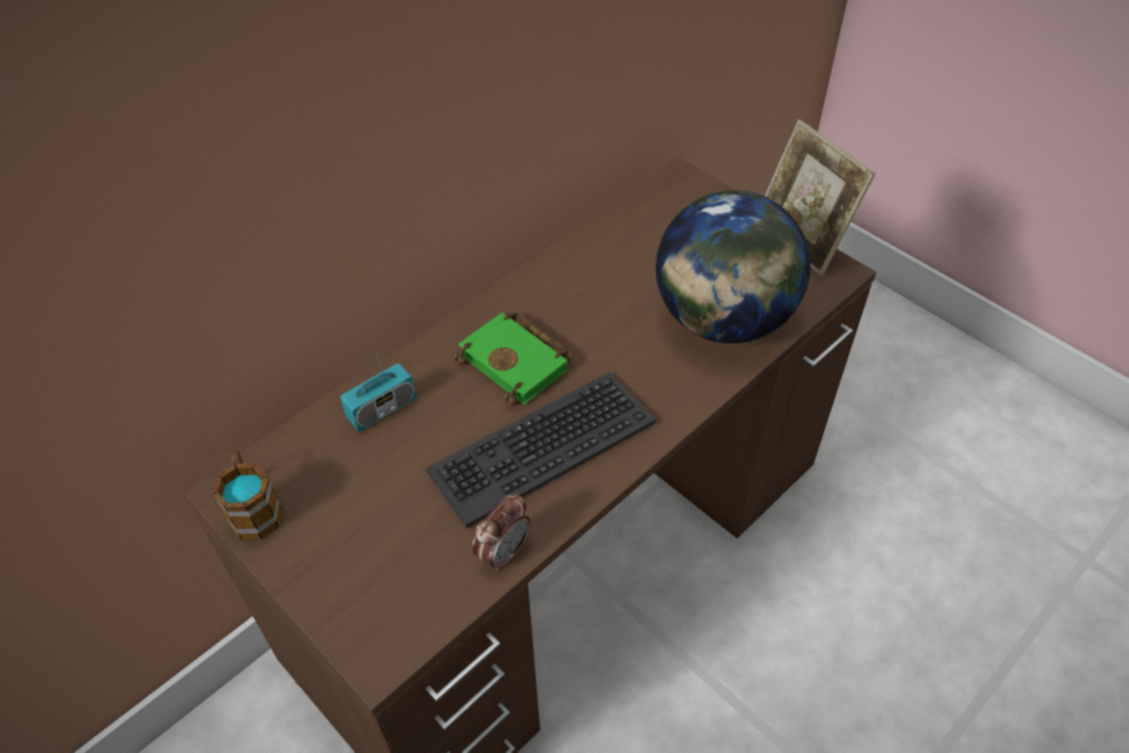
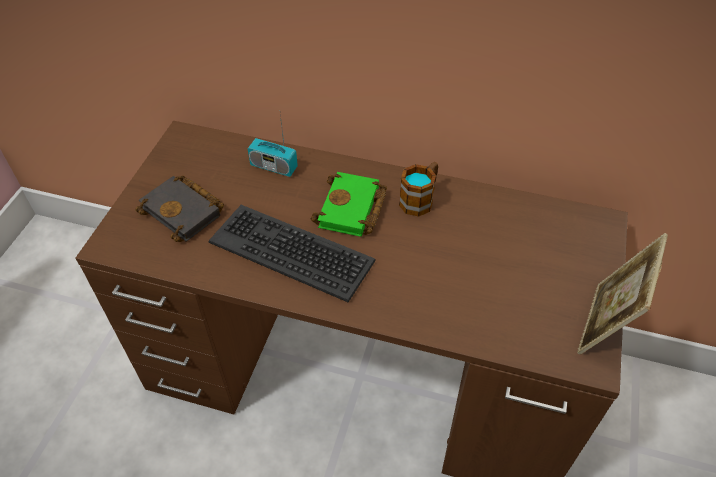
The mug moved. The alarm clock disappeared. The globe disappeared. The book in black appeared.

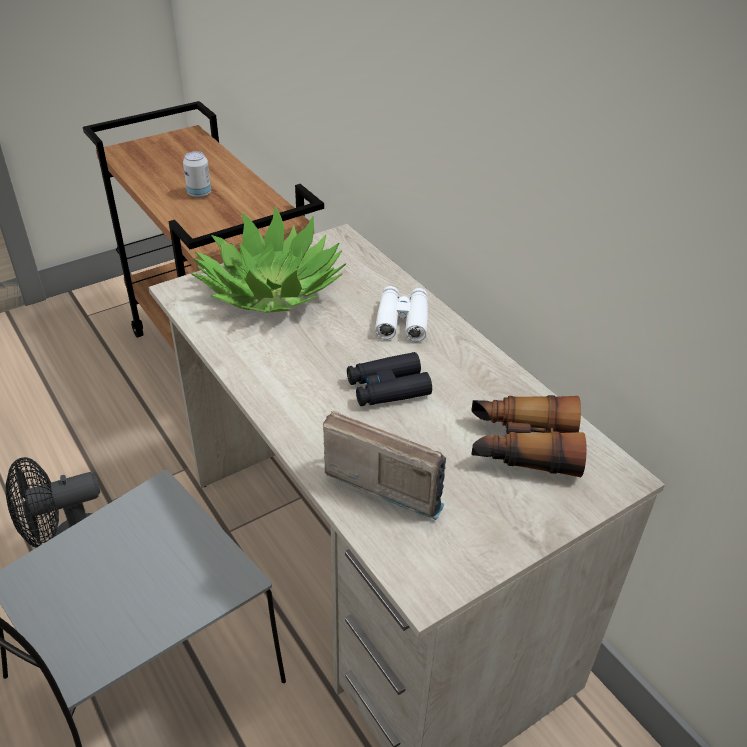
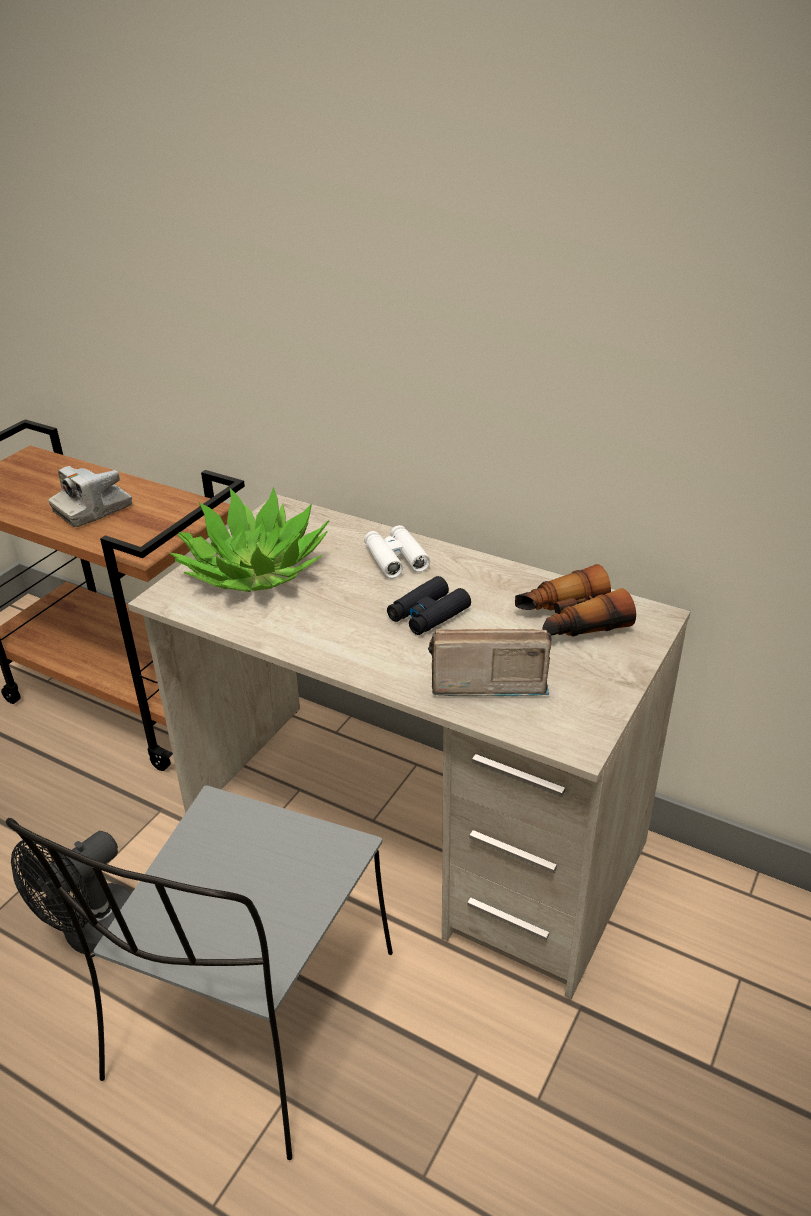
The can was replaced by the photo camera.

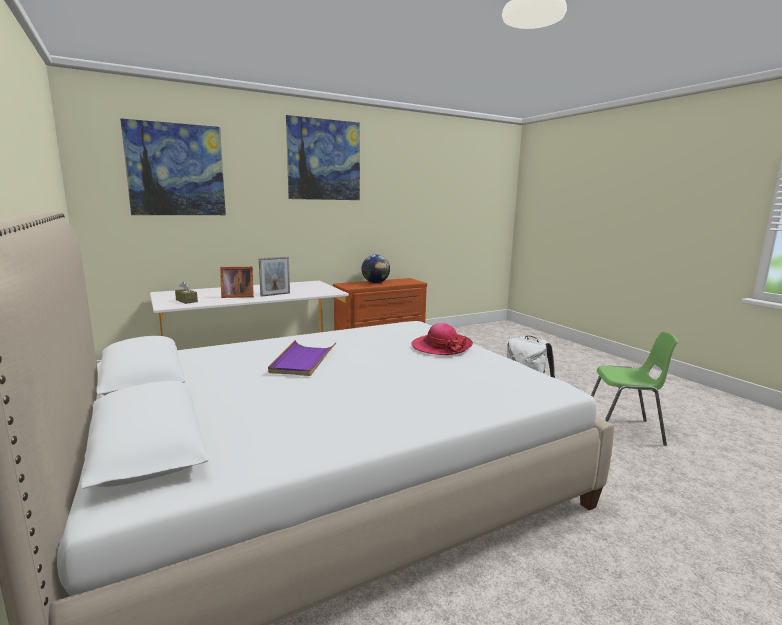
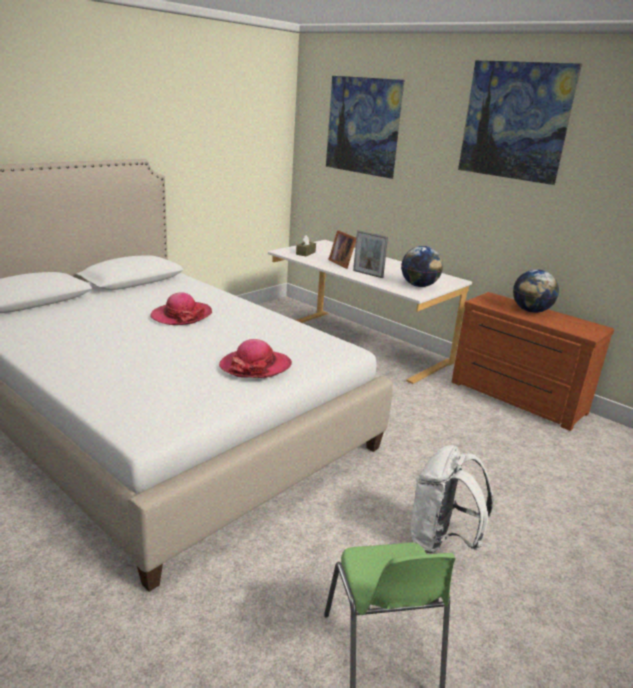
The tray in purple was replaced by the hat (no. 1 from left). The globe (no. 1 from left) appeared.

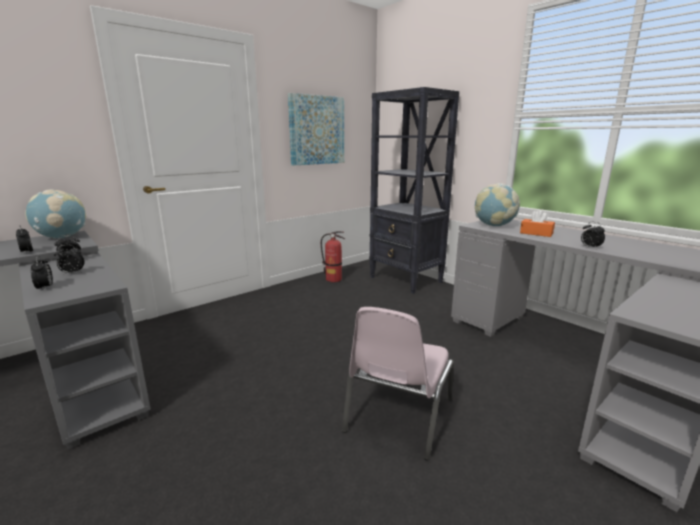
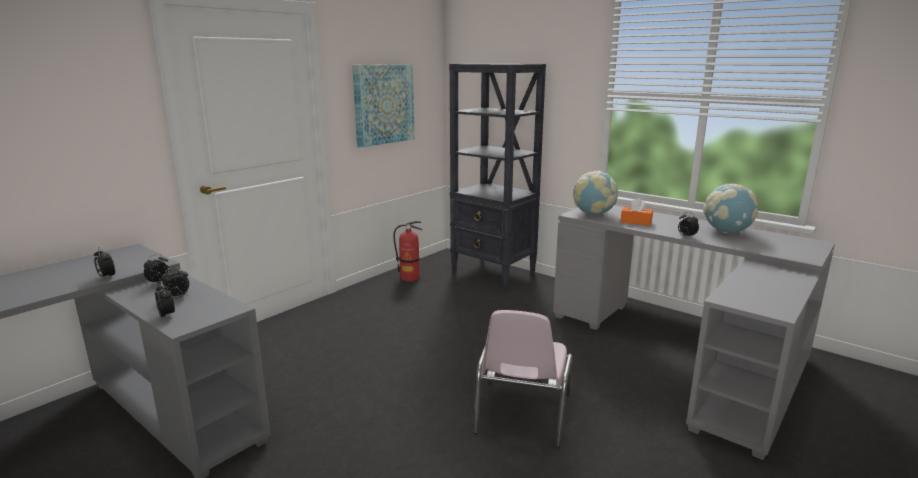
The globe (no. 1 from left in the first image) moved.

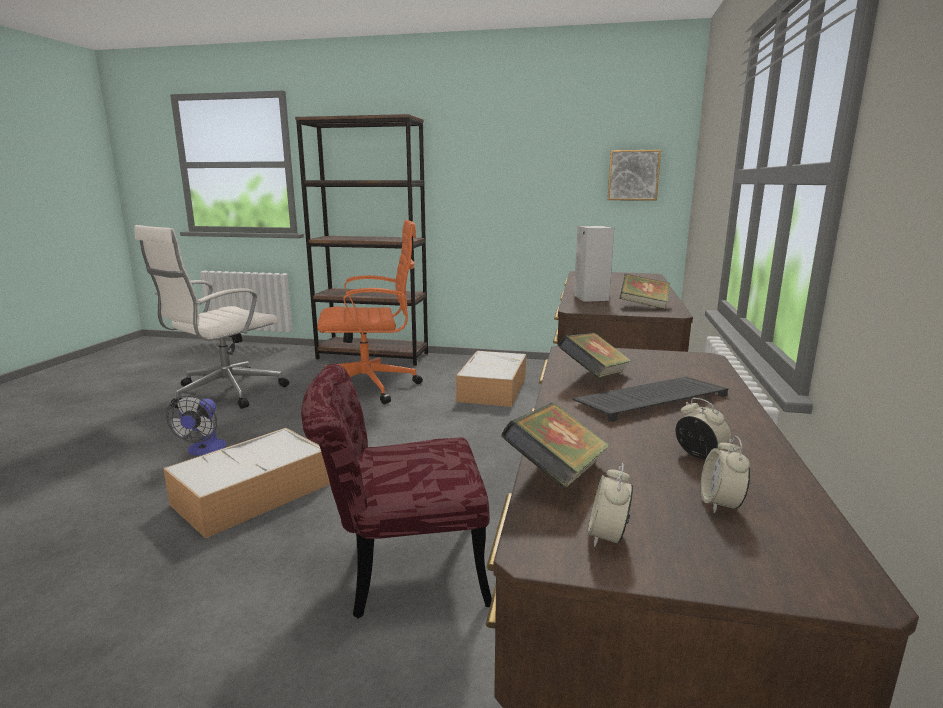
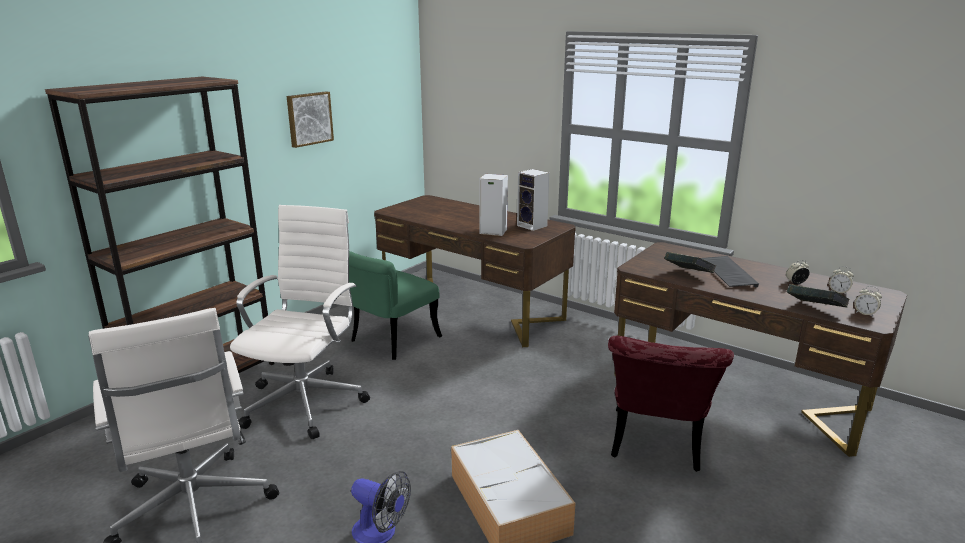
The office chair in orange became the office chair in white (no. 2 from left). The storage box (no. 2 from left) was replaced by the chair in green. The picture moved. The book (no. 3 from left) was replaced by the speaker (no. 2 from left).

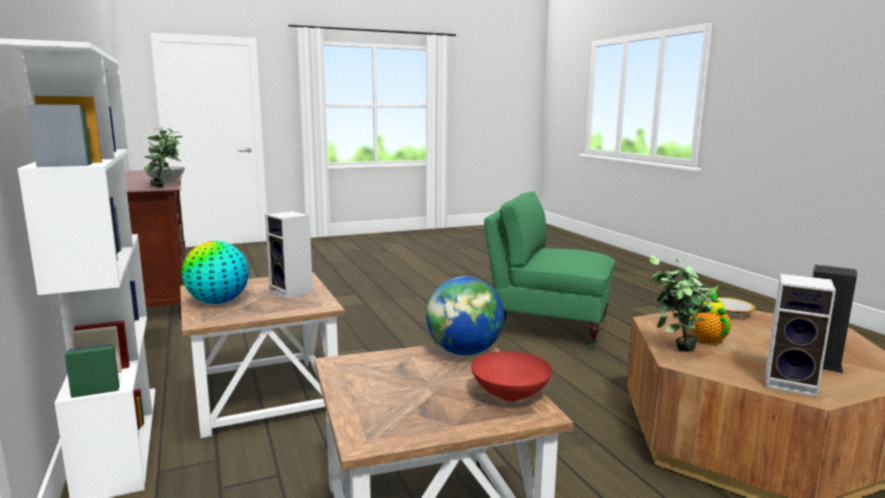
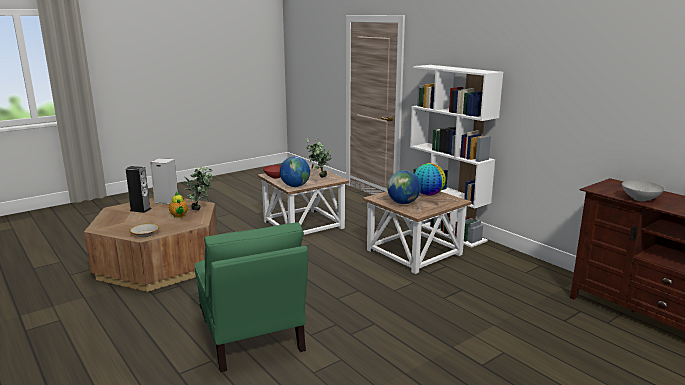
The potted plant (no. 1 from left in the first image) moved. The speaker (no. 1 from left) was replaced by the globe (no. 2 from left). The armchair in green turned 60 degrees clockwise.

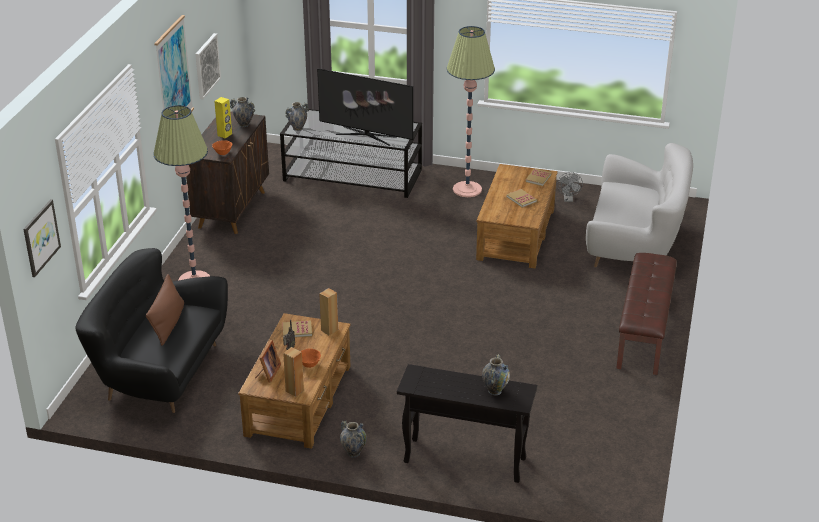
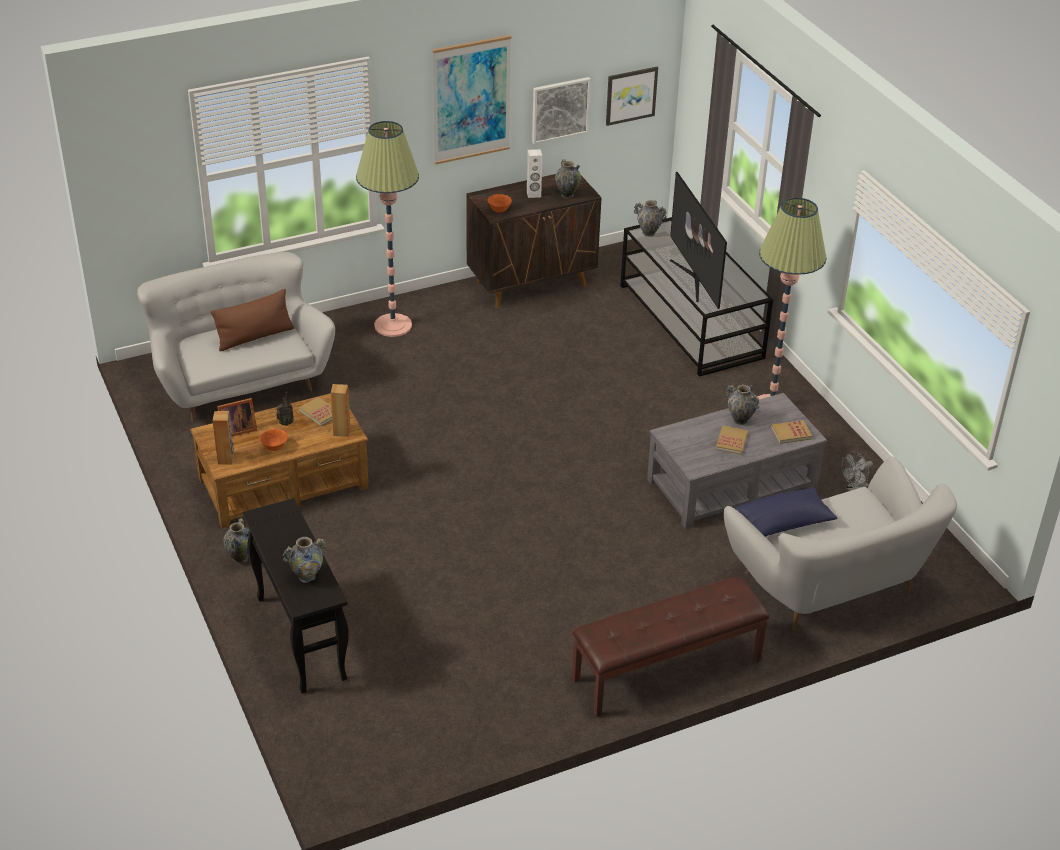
The picture (no. 1 from left in the first image) moved. The sofa in black became the sofa in white (no. 1 from left). The speaker in yellow became the speaker in white. The coffee table in brown (no. 2 from left) became the coffee table in grey. The vase (no. 5 from left) appeared. The pillow in blue appeared.

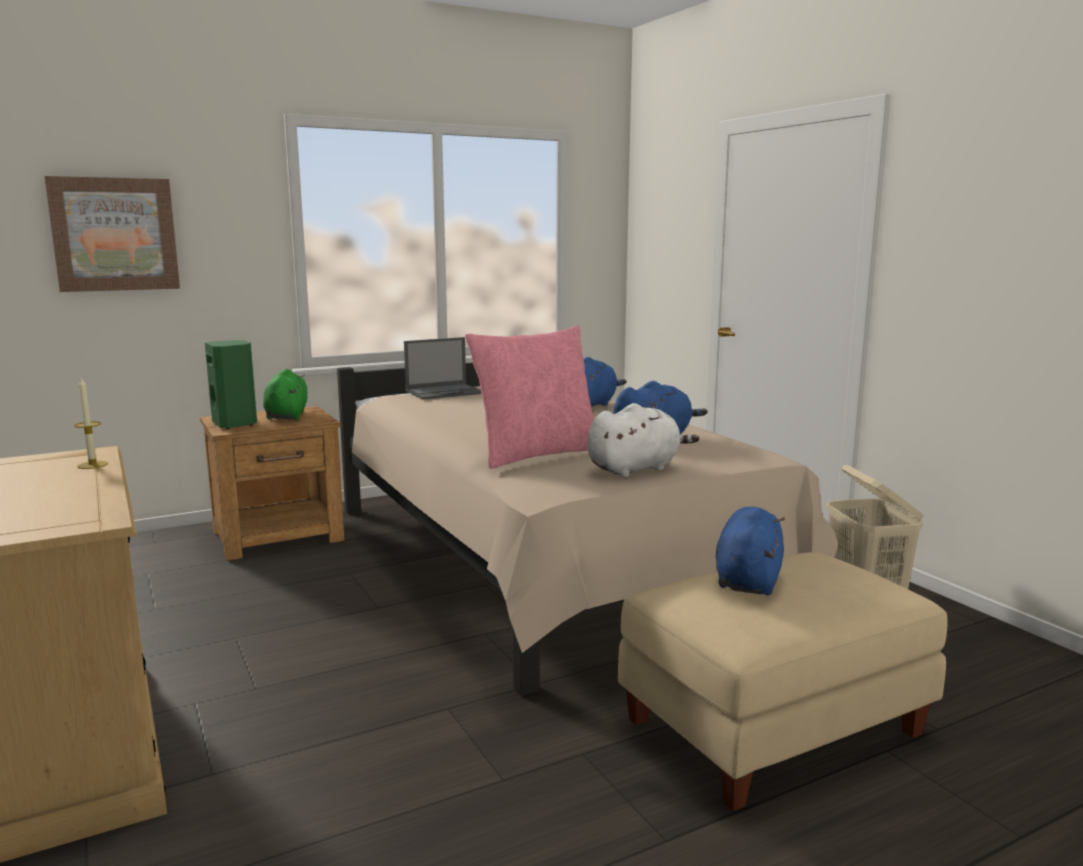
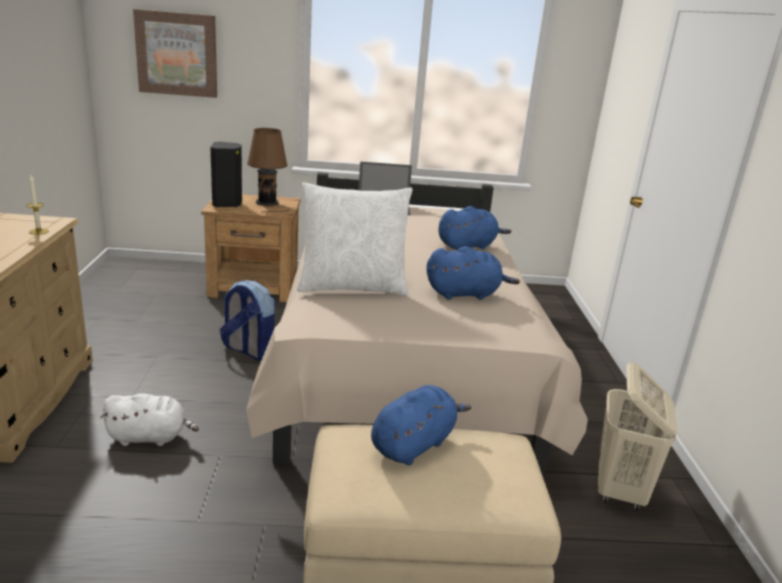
The speaker in green became the speaker in black. The plush toy in green was replaced by the table lamp in brown. The pillow in pink became the pillow in white. The plush toy in white moved. The backpack appeared.

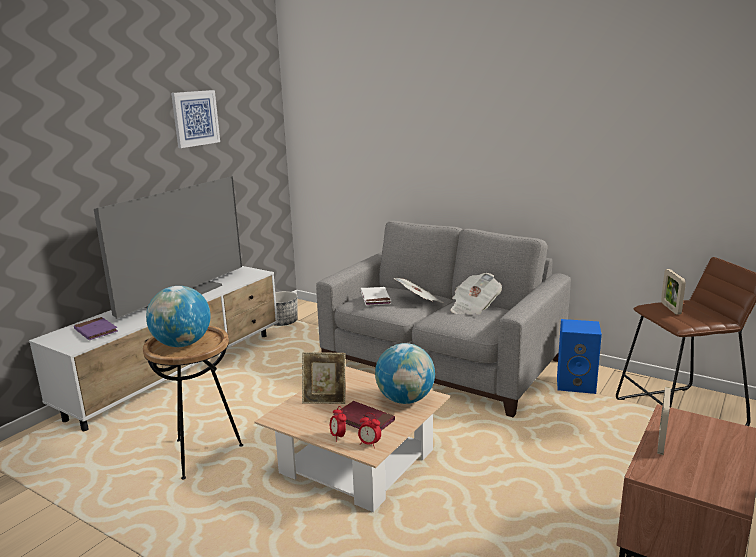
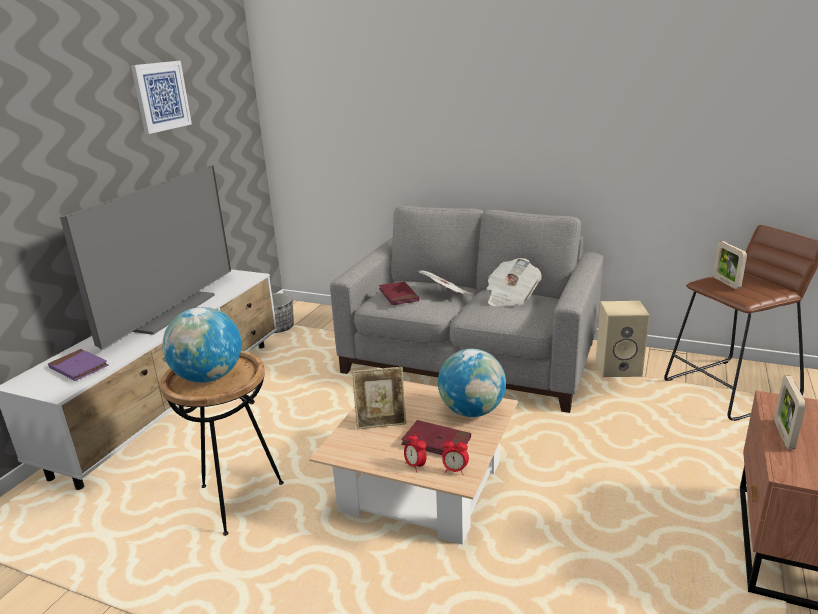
The book in white became the book in red (no. 1 from left). The speaker in blue became the speaker in beige.

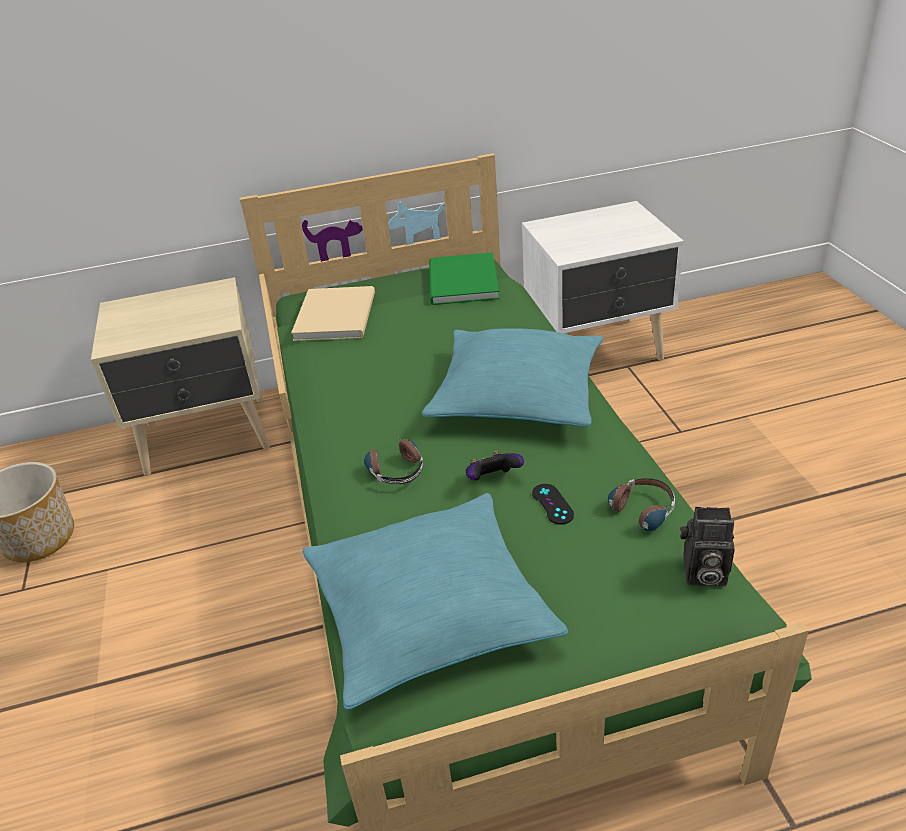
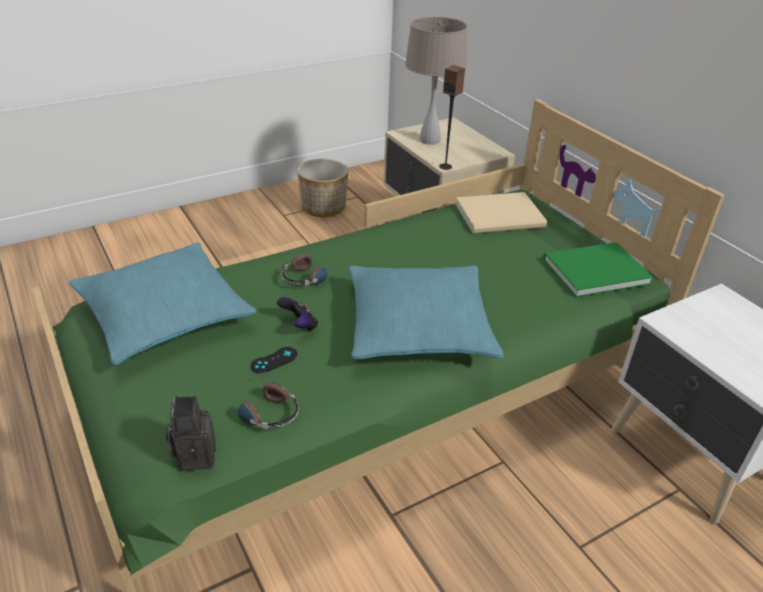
The table lamp in beige appeared. The speaker appeared.

